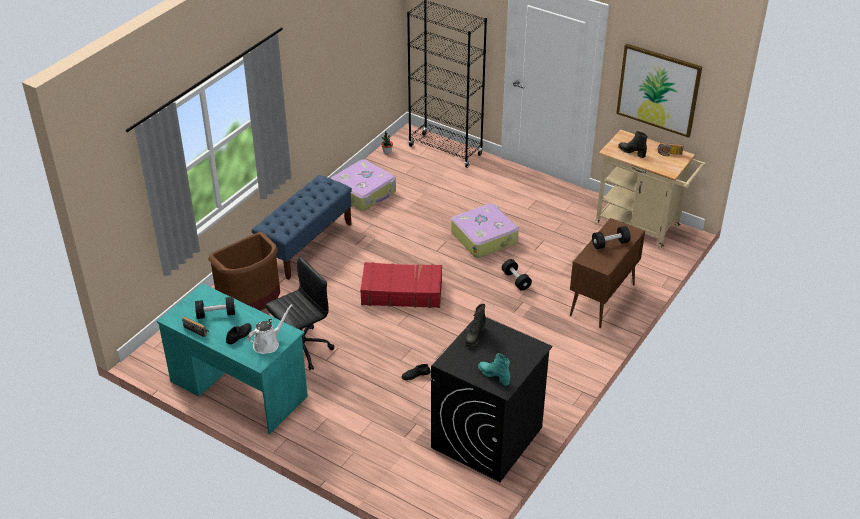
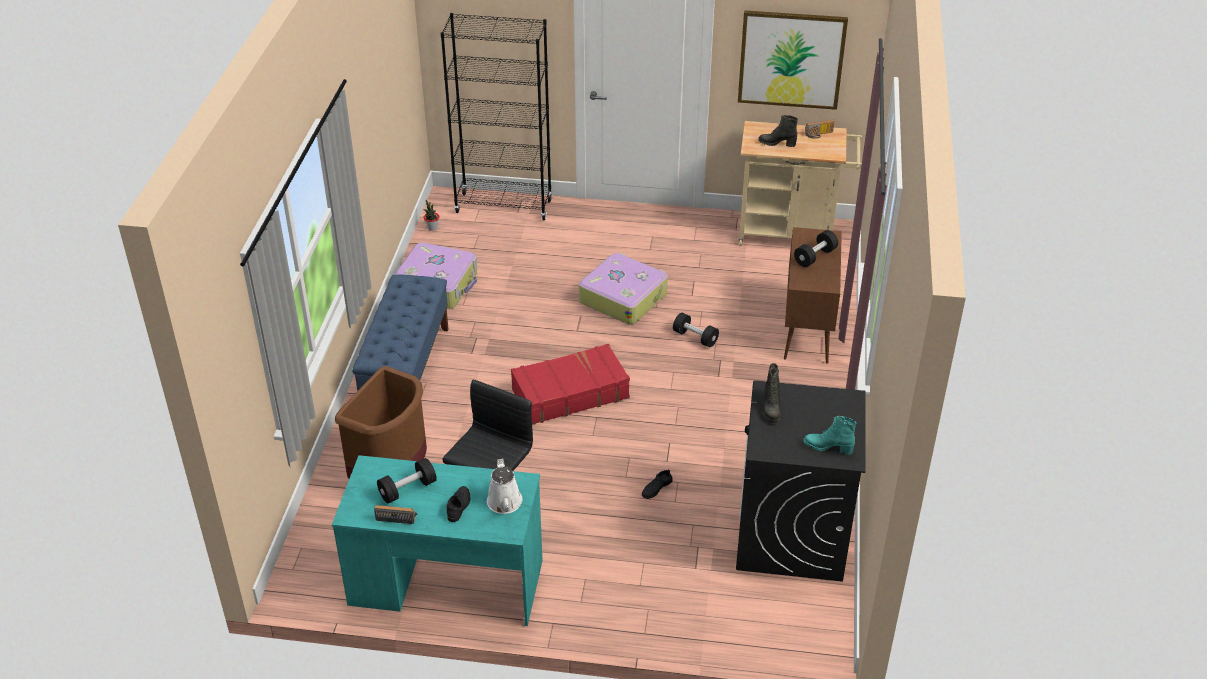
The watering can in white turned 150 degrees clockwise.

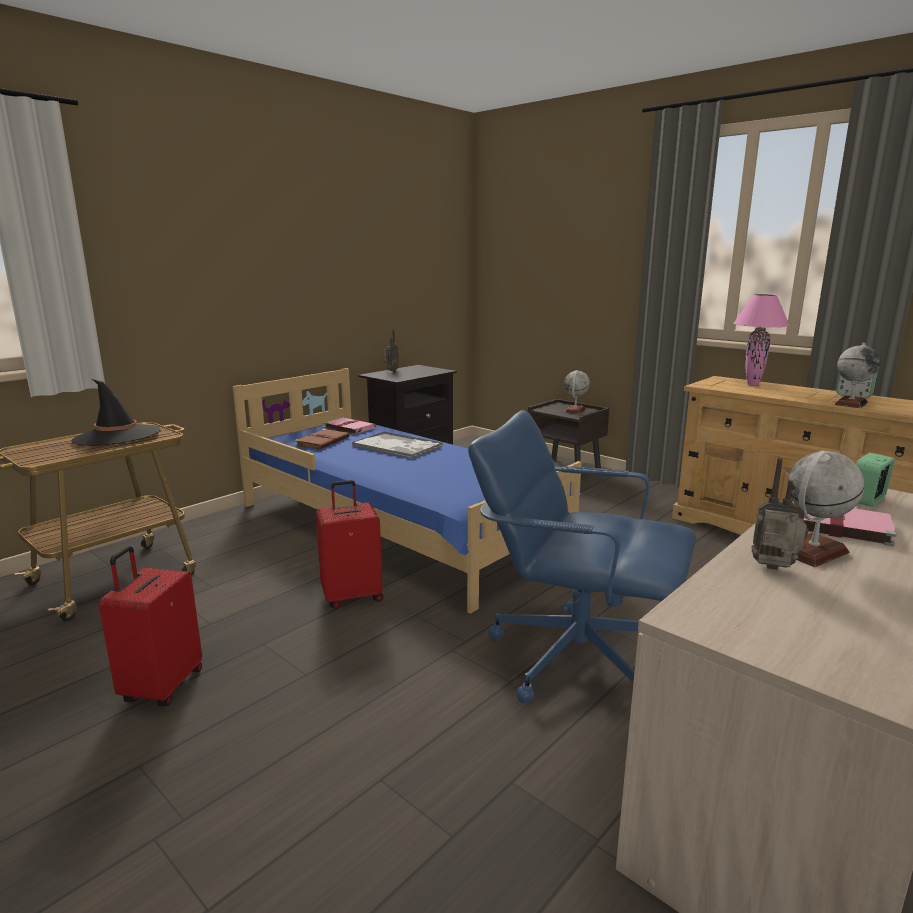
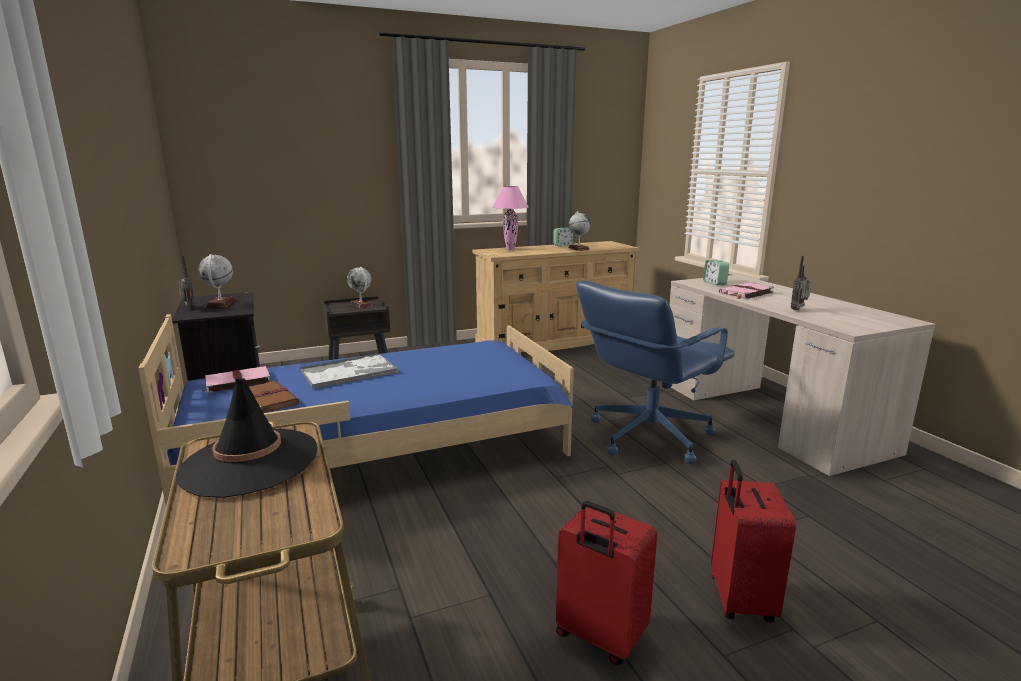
The suitcase in red (no. 2 from left) moved. The globe (no. 2 from left in the first image) moved.

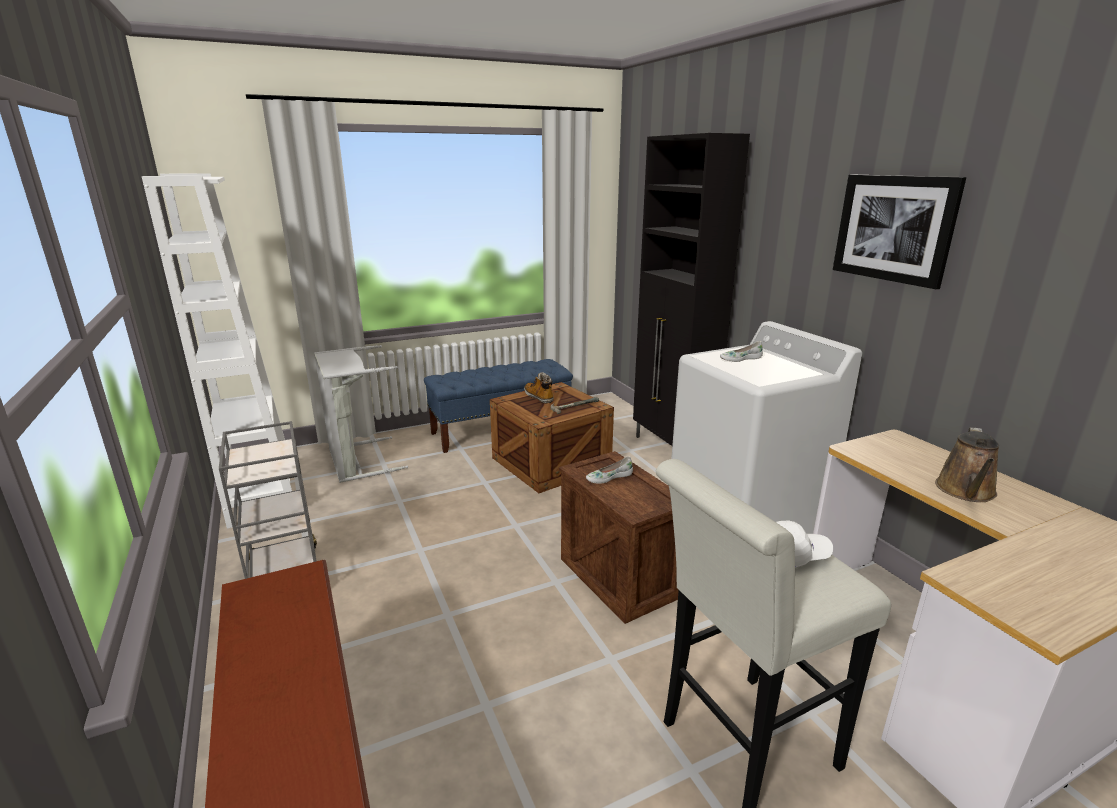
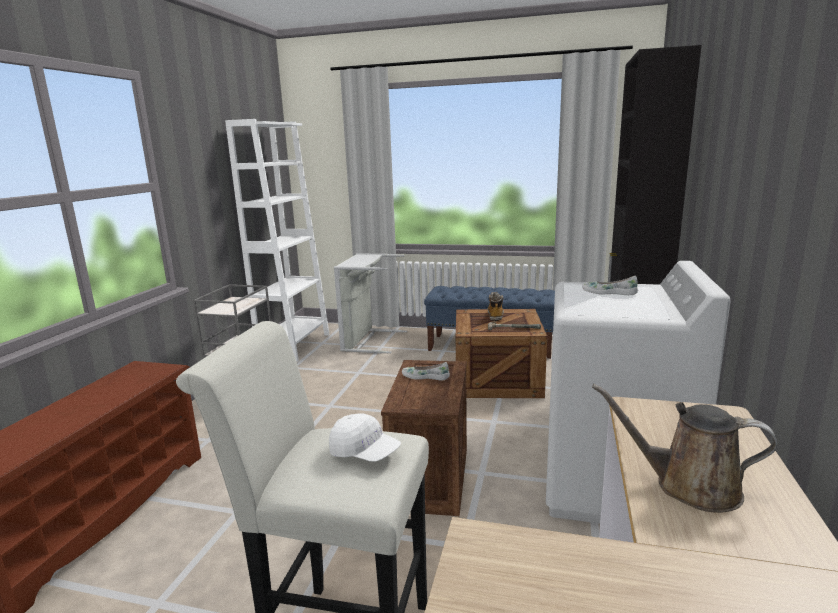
The picture disappeared. The watering can in brown turned 45 degrees clockwise.

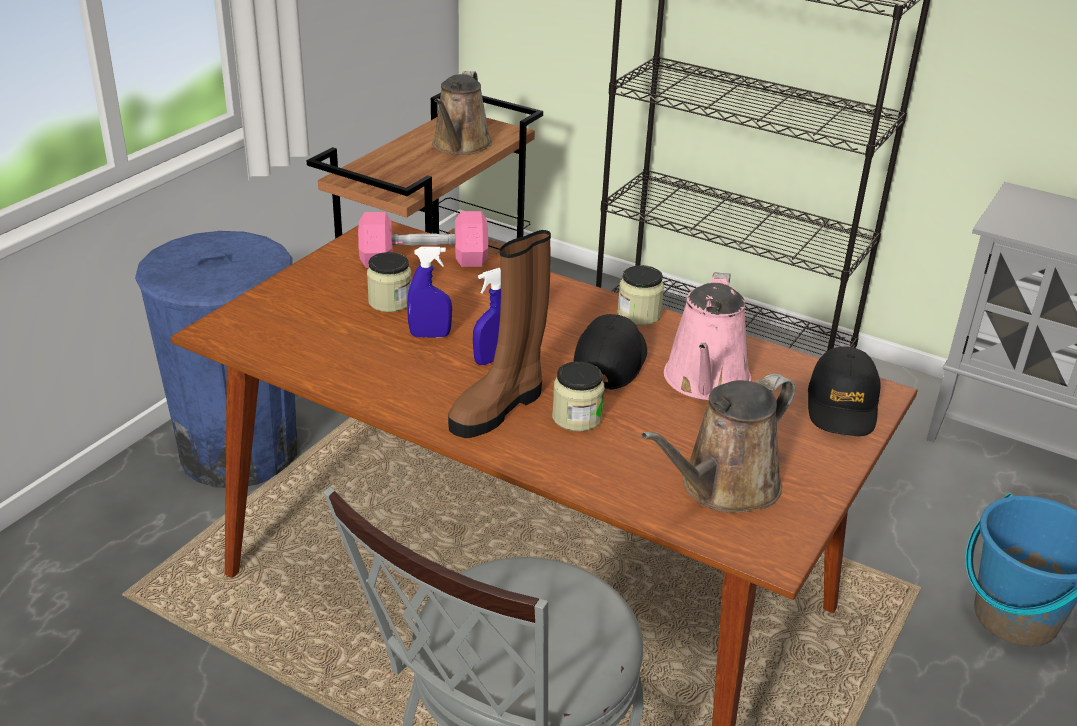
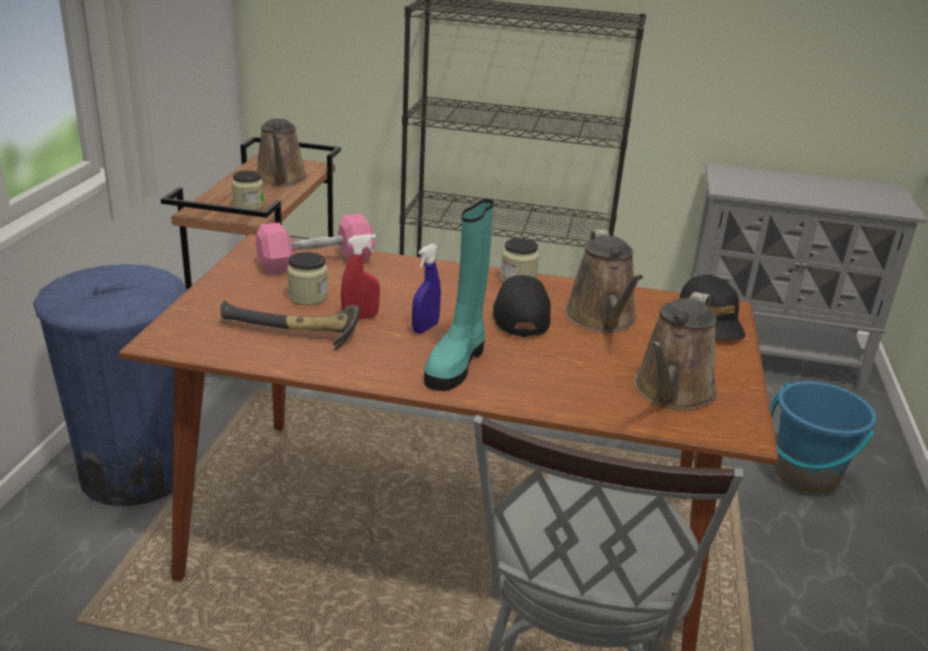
The spray bottle in blue (no. 1 from left) became the spray bottle in red. The boot in brown became the boot in turquoise. The jar (no. 2 from left in the first image) moved. The watering can in pink became the watering can in brown (no. 2 from left). The hammer appeared.

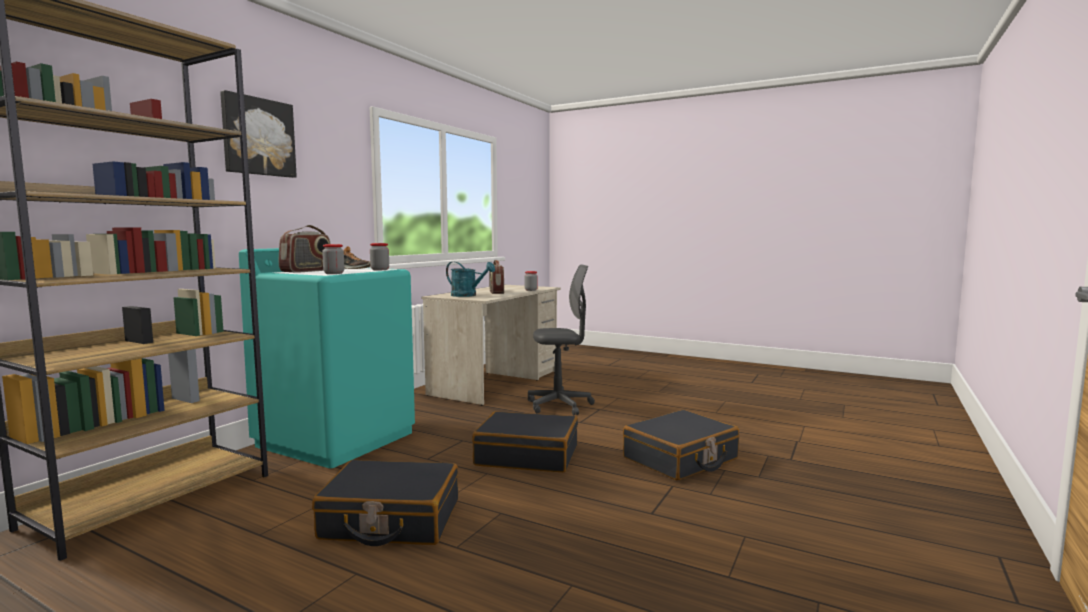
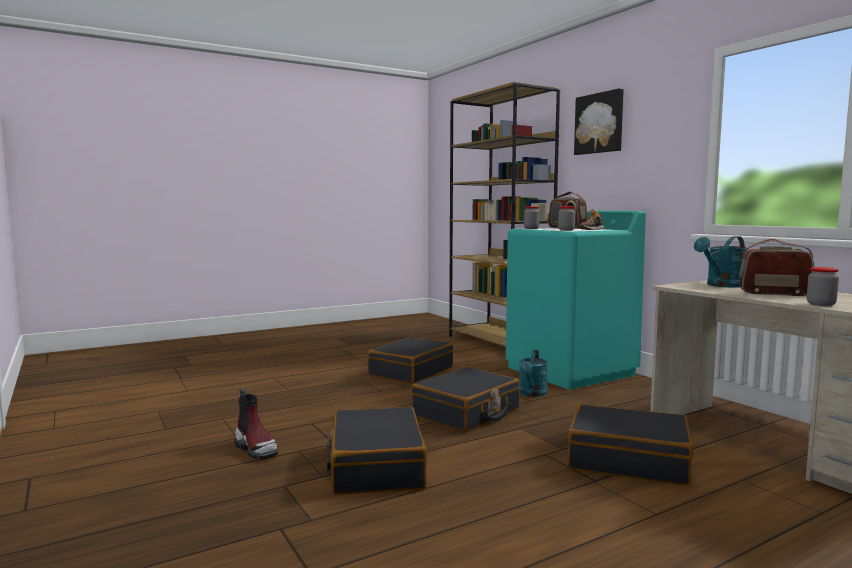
The office chair in grey was replaced by the suitcase in black (no. 4 from left). The boot appeared. The watering can in turquoise (no. 1 from left) appeared.

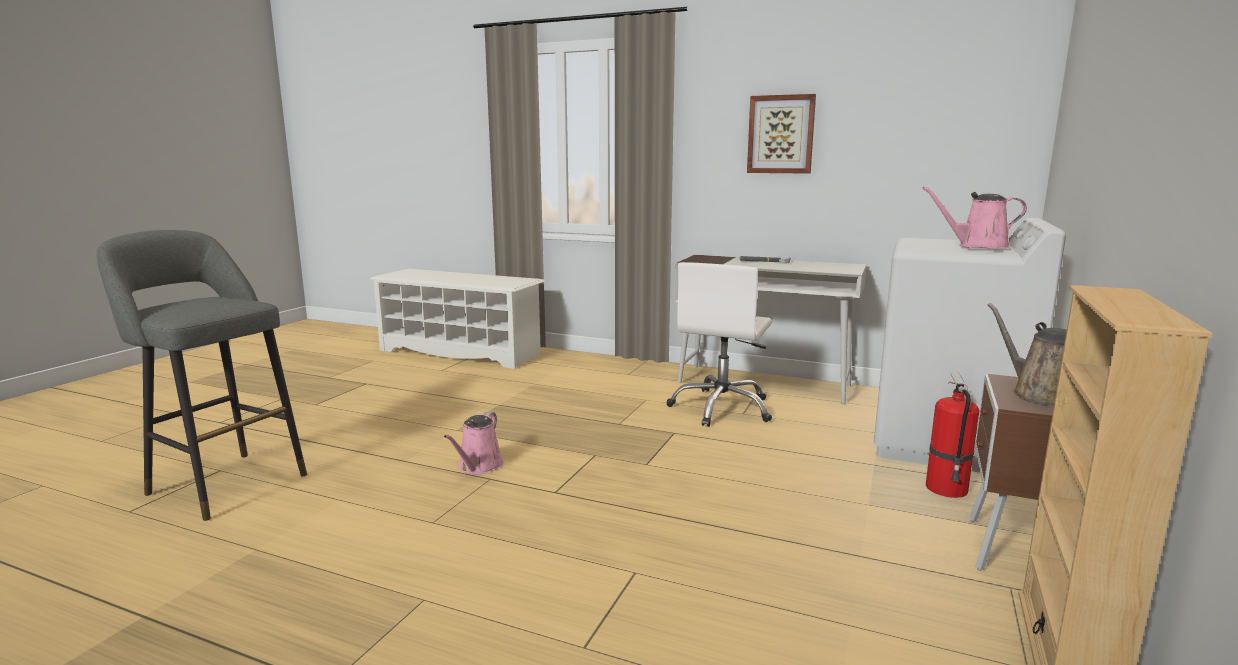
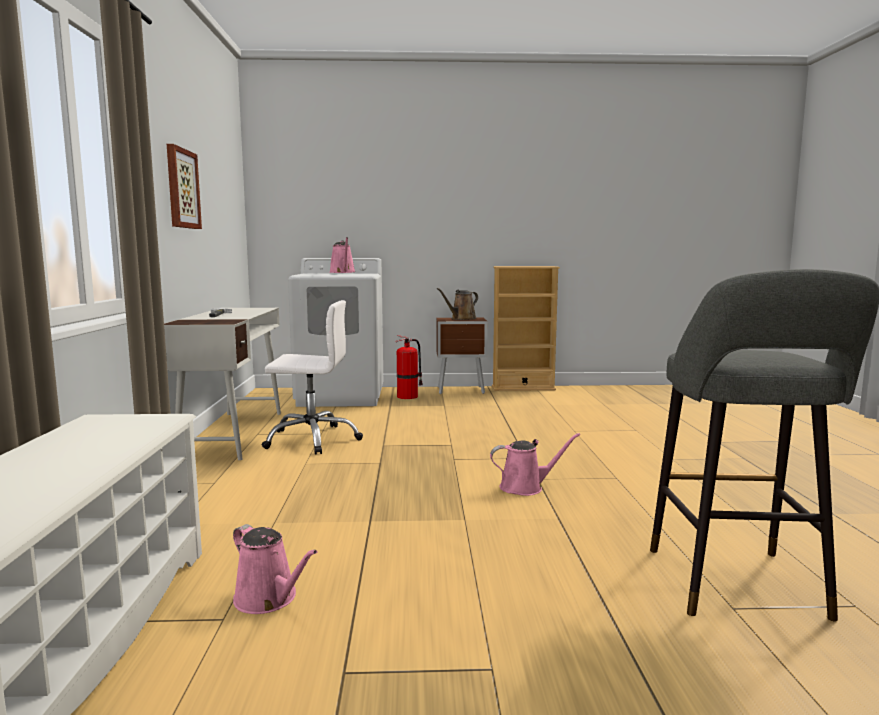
The watering can in pink (no. 1 from left) appeared.

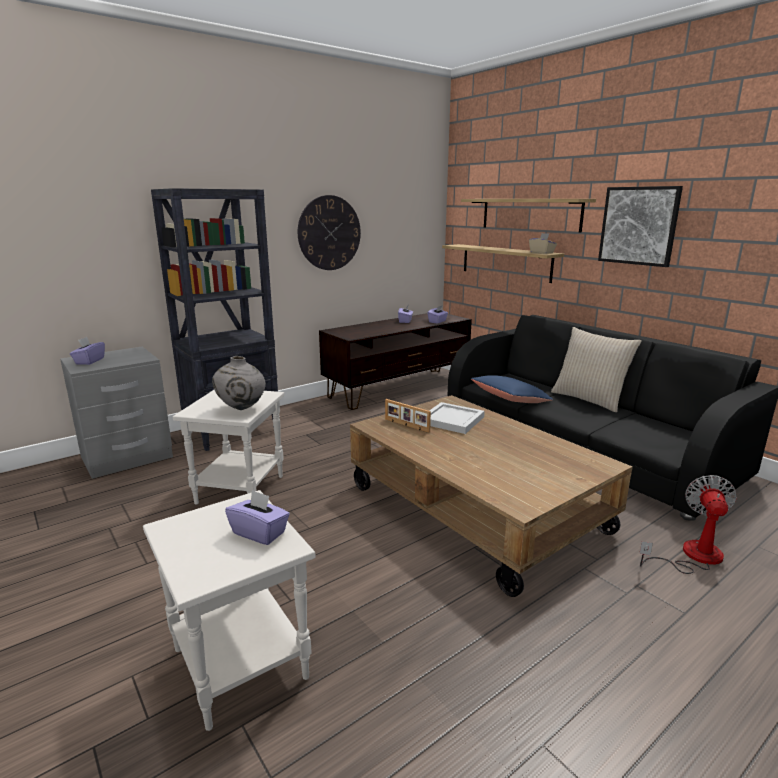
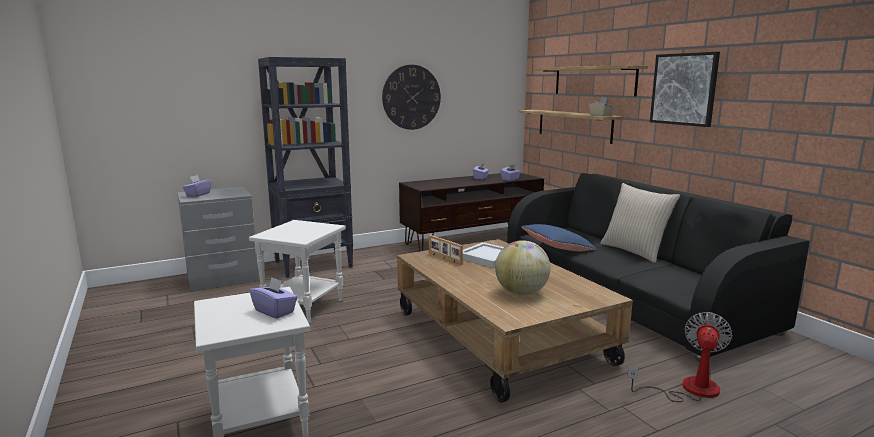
The vase in grey disappeared. The globe appeared.

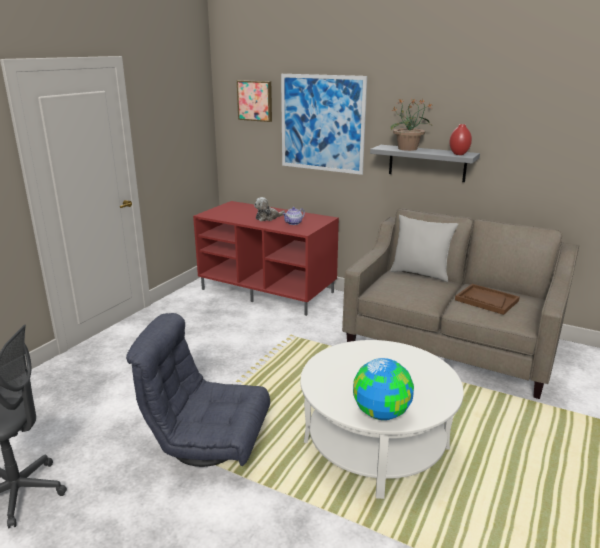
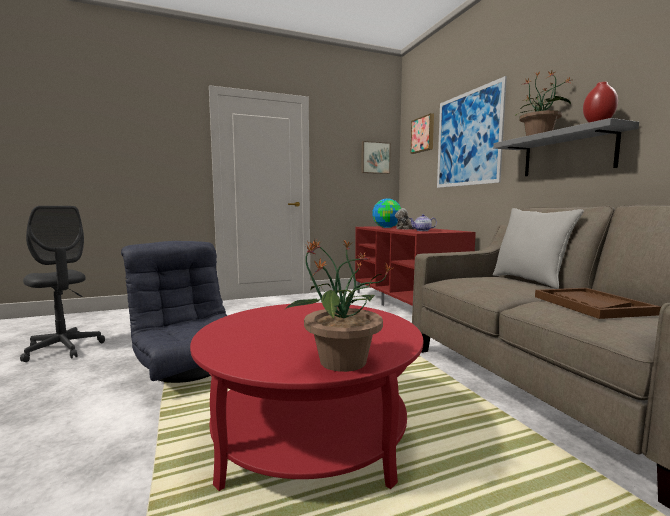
The coffee table in white became the coffee table in red. The globe moved. The potted plant (no. 1 from left) appeared. The picture (no. 1 from left) appeared.

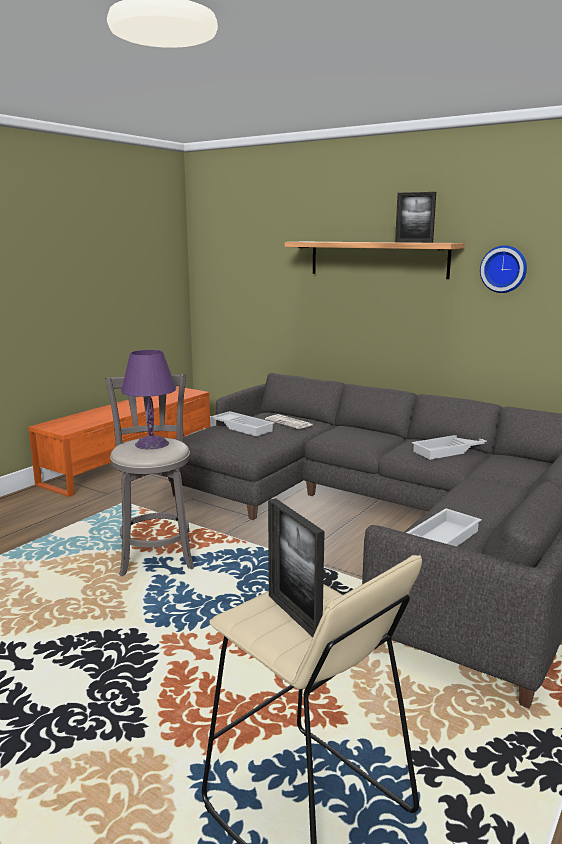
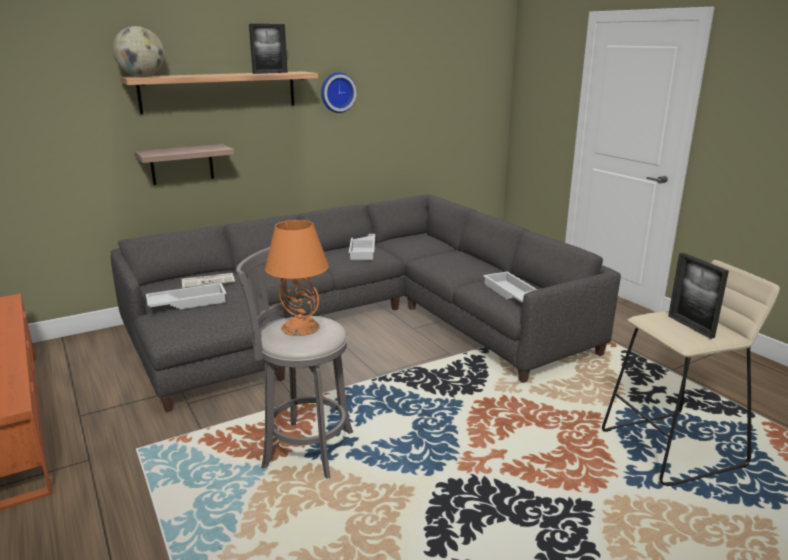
The table lamp in purple became the table lamp in orange. The picture frame (no. 1 from left in the first image) turned 75 degrees clockwise. The globe appeared. The shelf (no. 1 from left) appeared.

